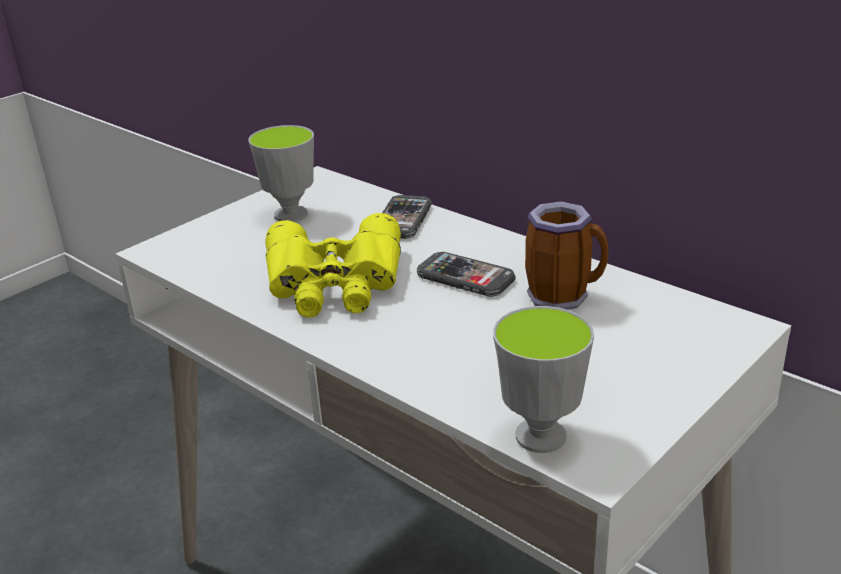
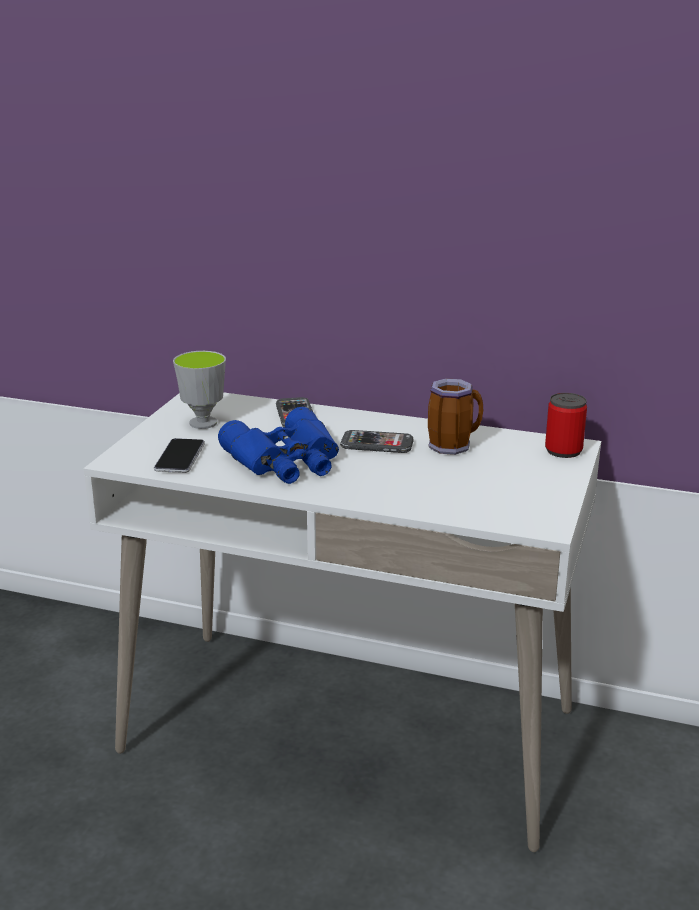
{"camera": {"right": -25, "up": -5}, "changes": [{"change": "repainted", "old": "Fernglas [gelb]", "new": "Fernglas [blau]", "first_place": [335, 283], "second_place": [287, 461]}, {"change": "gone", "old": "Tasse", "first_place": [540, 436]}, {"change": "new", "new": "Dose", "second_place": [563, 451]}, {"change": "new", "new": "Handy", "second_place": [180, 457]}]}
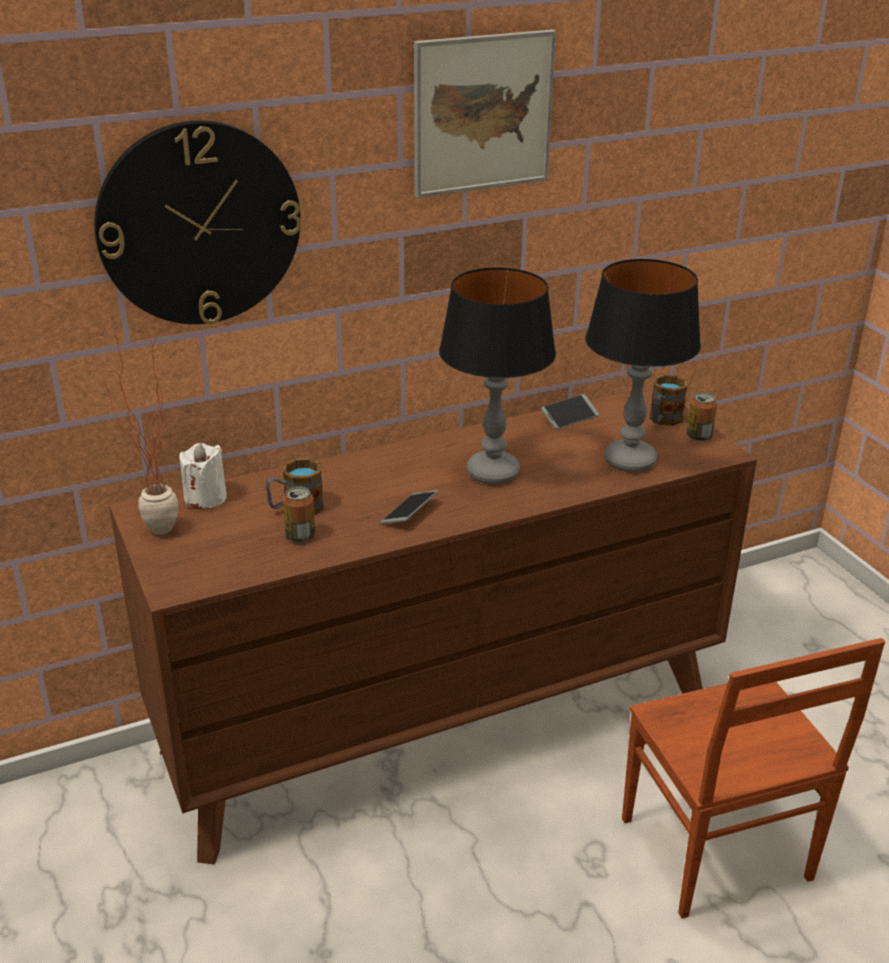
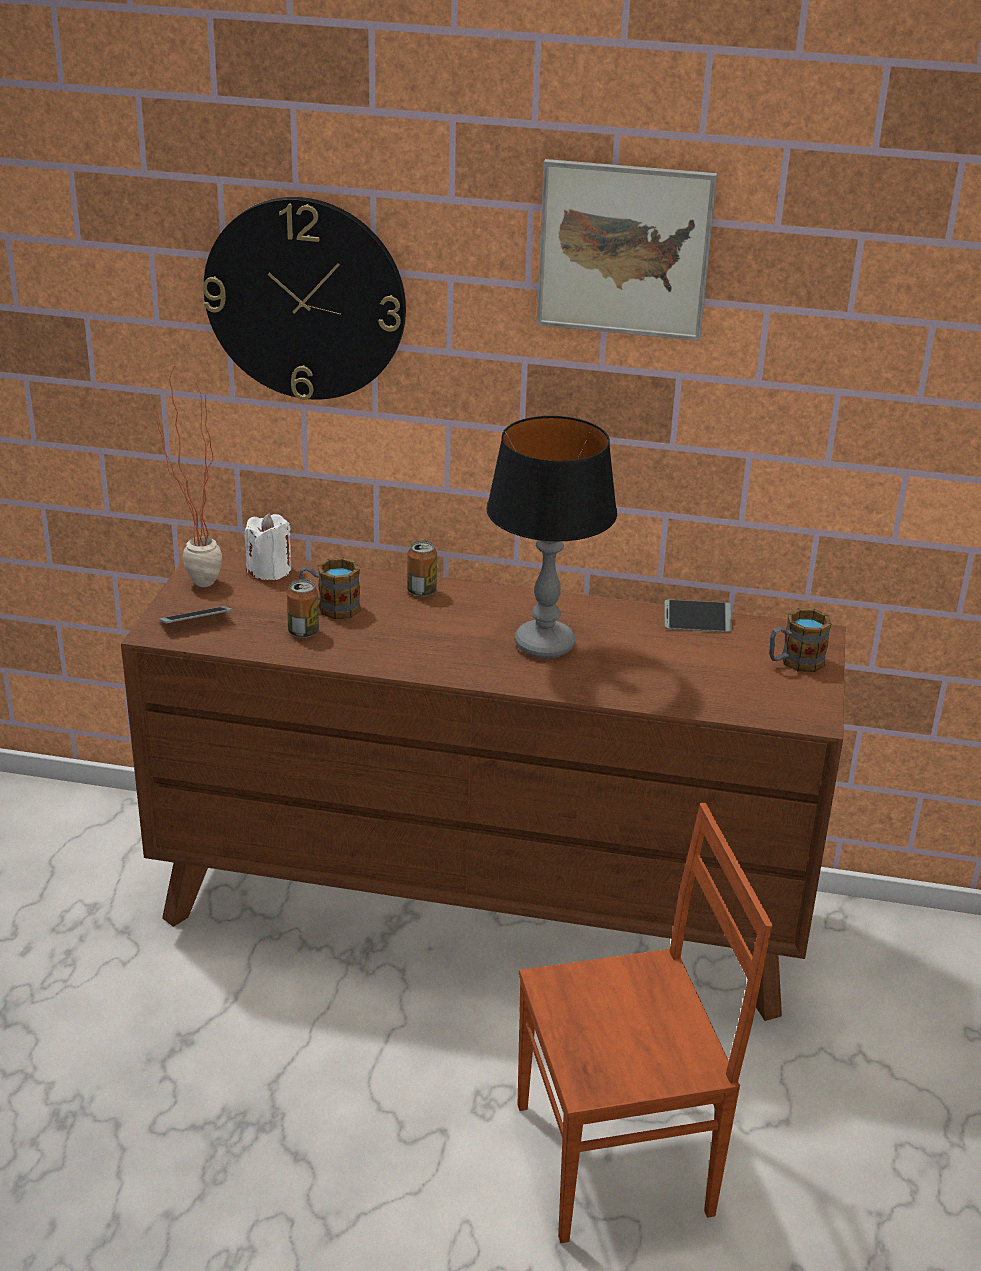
{"camera": {"right": 35, "up": 0}, "changes": [{"change": "gone", "old": "Tischlampe", "first_place": [629, 461]}, {"change": "shifted", "old": "Dose", "first_place": [698, 436], "second_place": [421, 591]}, {"change": "shifted", "old": "Handy", "first_place": [409, 513], "second_place": [196, 621]}, {"change": "rotated", "old": "Stuhl [braun]", "first_place": [714, 852], "second_place": [618, 1160], "degrees": -120}]}
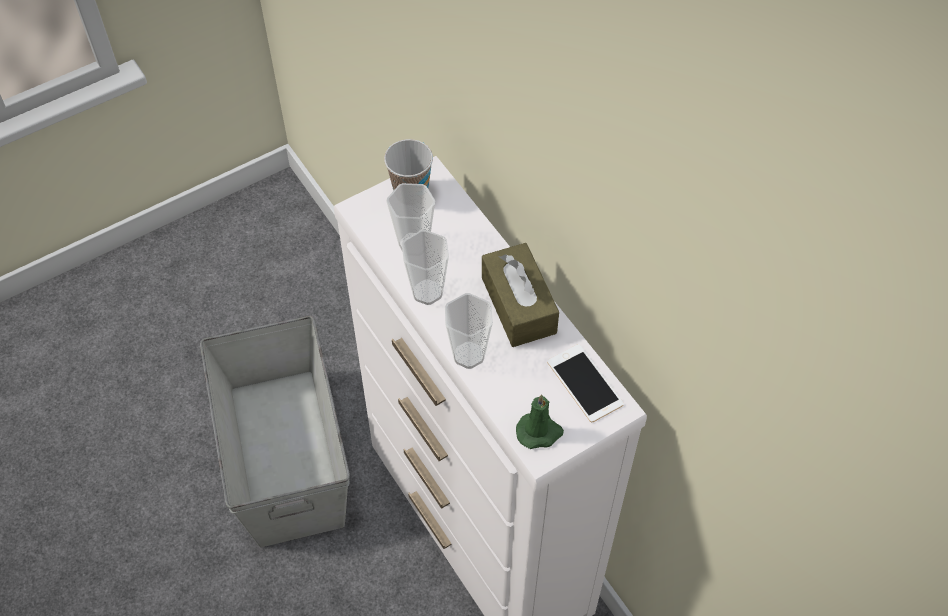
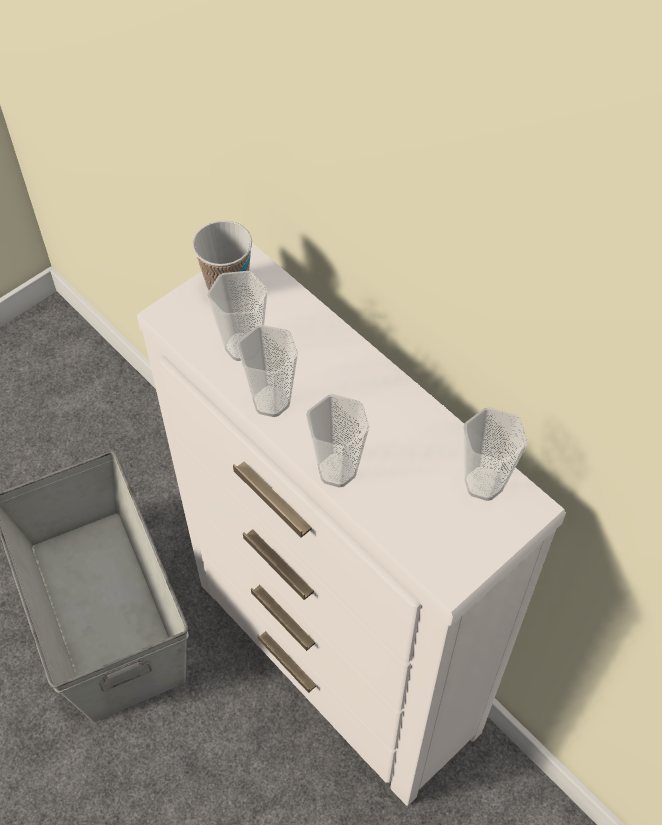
{"camera": {"right": -10, "up": 0}, "changes": [{"change": "gone", "old": "Taschentuchbox [braun]", "first_place": [518, 305]}, {"change": "swapped", "old": "Handy", "new": "Tasse", "first_place": [584, 383], "second_place": [483, 483]}, {"change": "gone", "old": "Kerze [grün]", "first_place": [539, 432]}]}
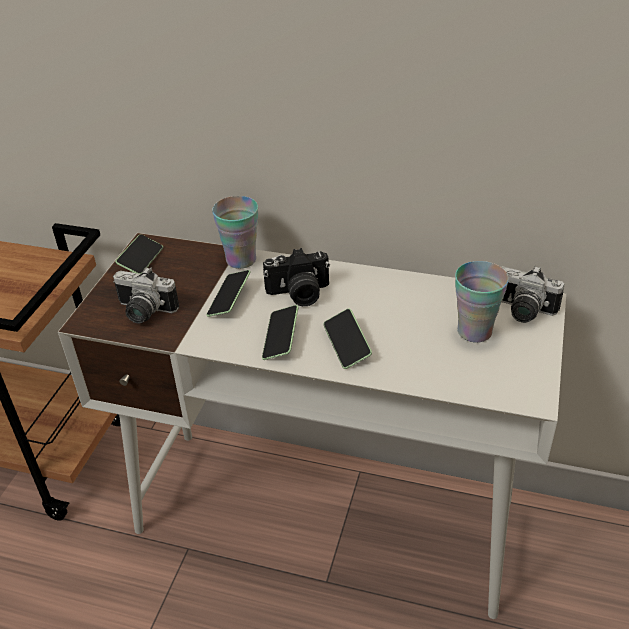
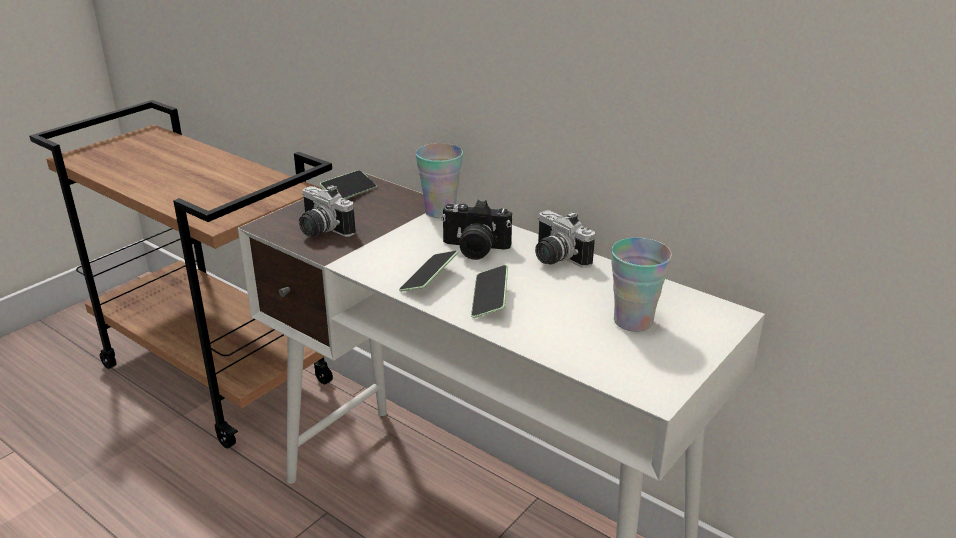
{"camera": {"right": 20, "up": -10}, "changes": [{"change": "shifted", "old": "Kamera", "first_place": [521, 311], "second_place": [555, 258]}, {"change": "gone", "old": "Handy", "first_place": [229, 300]}]}
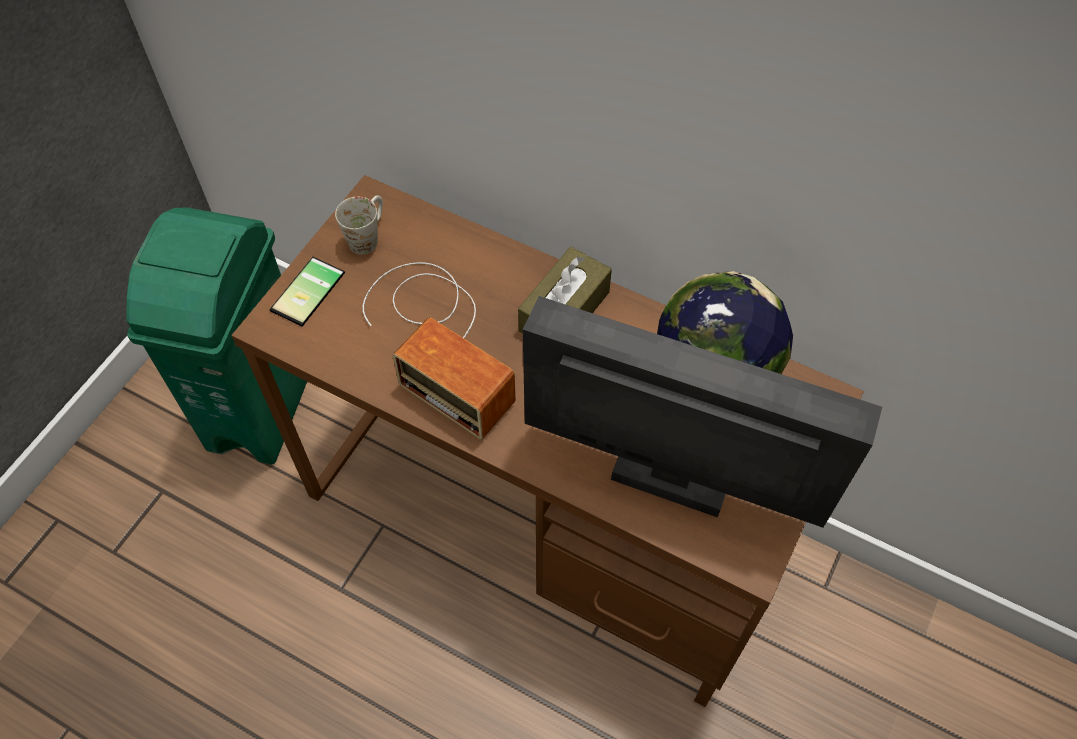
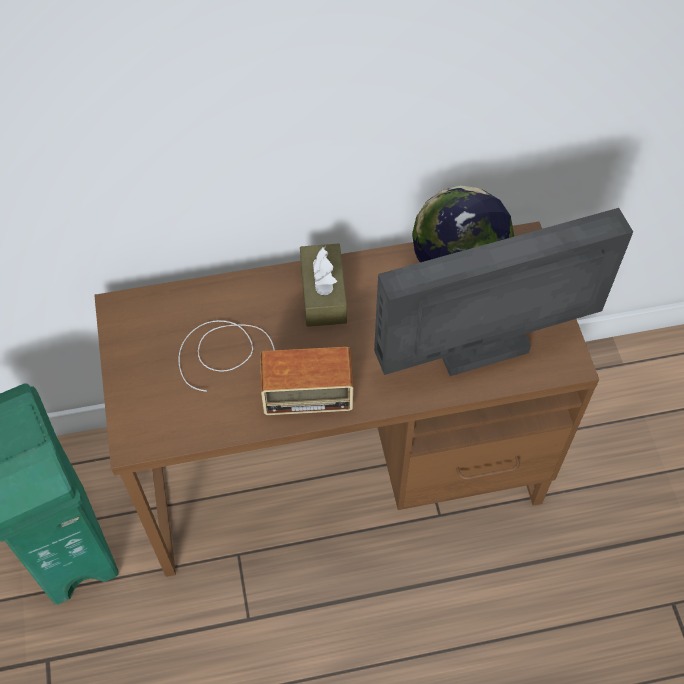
{"camera": {"right": -40, "up": 0}, "changes": [{"change": "gone", "old": "Henkelbecher [weiß]", "first_place": [368, 236]}, {"change": "gone", "old": "Handy", "first_place": [311, 293]}]}
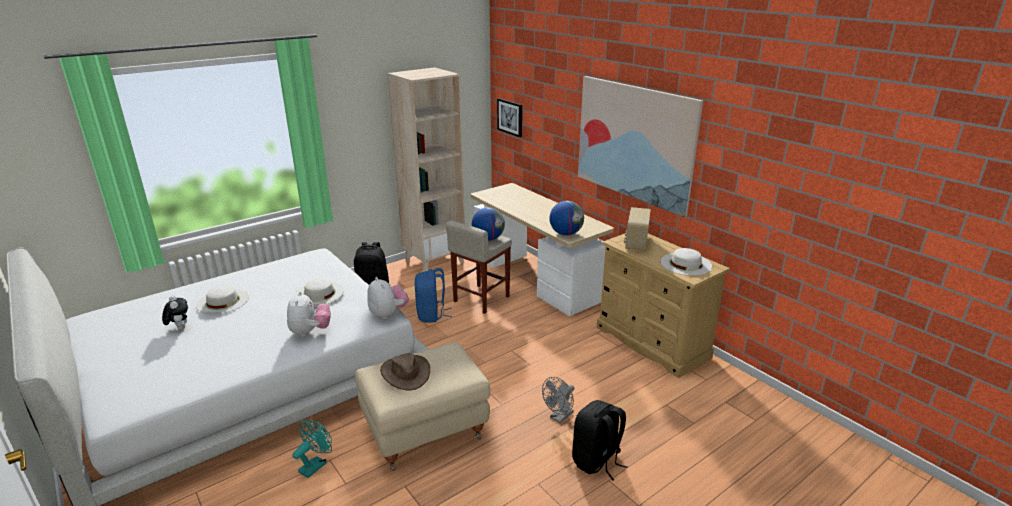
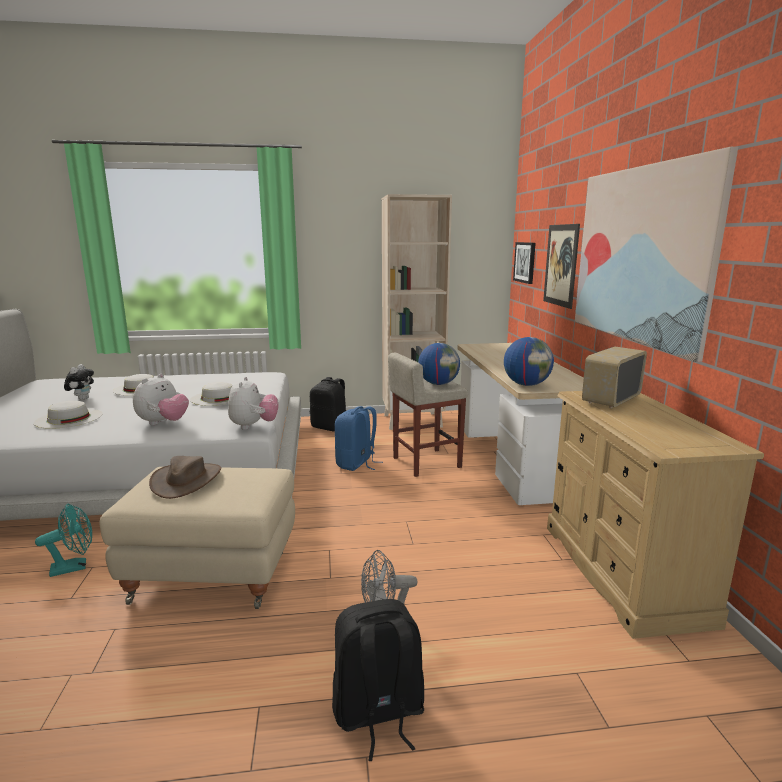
{"camera": {"right": 30, "up": -10}, "changes": [{"change": "shifted", "old": "Hut [weiß]", "first_place": [686, 264], "second_place": [69, 418]}, {"change": "new", "new": "Bild", "second_place": [561, 265]}]}
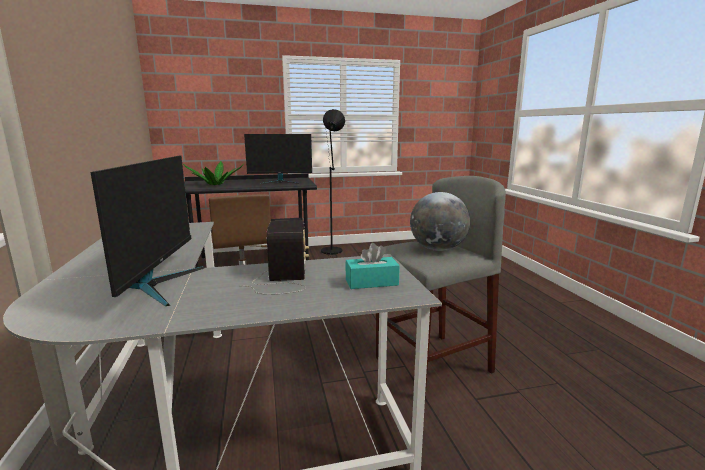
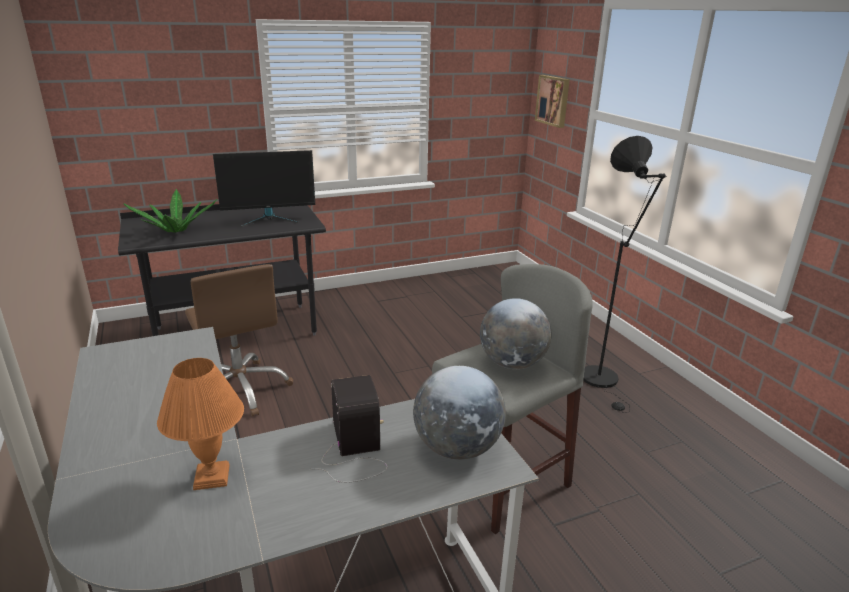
{"camera": {"right": -10, "up": 10}, "changes": [{"change": "shifted", "old": "Stehlampe [schwarz]", "first_place": [332, 252], "second_place": [603, 381]}, {"change": "swapped", "old": "Monitor", "new": "Tischlampe [orange]", "first_place": [158, 284], "second_place": [211, 476]}, {"change": "swapped", "old": "Taschentuchbox [türkis]", "new": "Globus", "first_place": [371, 282], "second_place": [457, 448]}, {"change": "new", "new": "Bild", "second_place": [553, 100]}]}
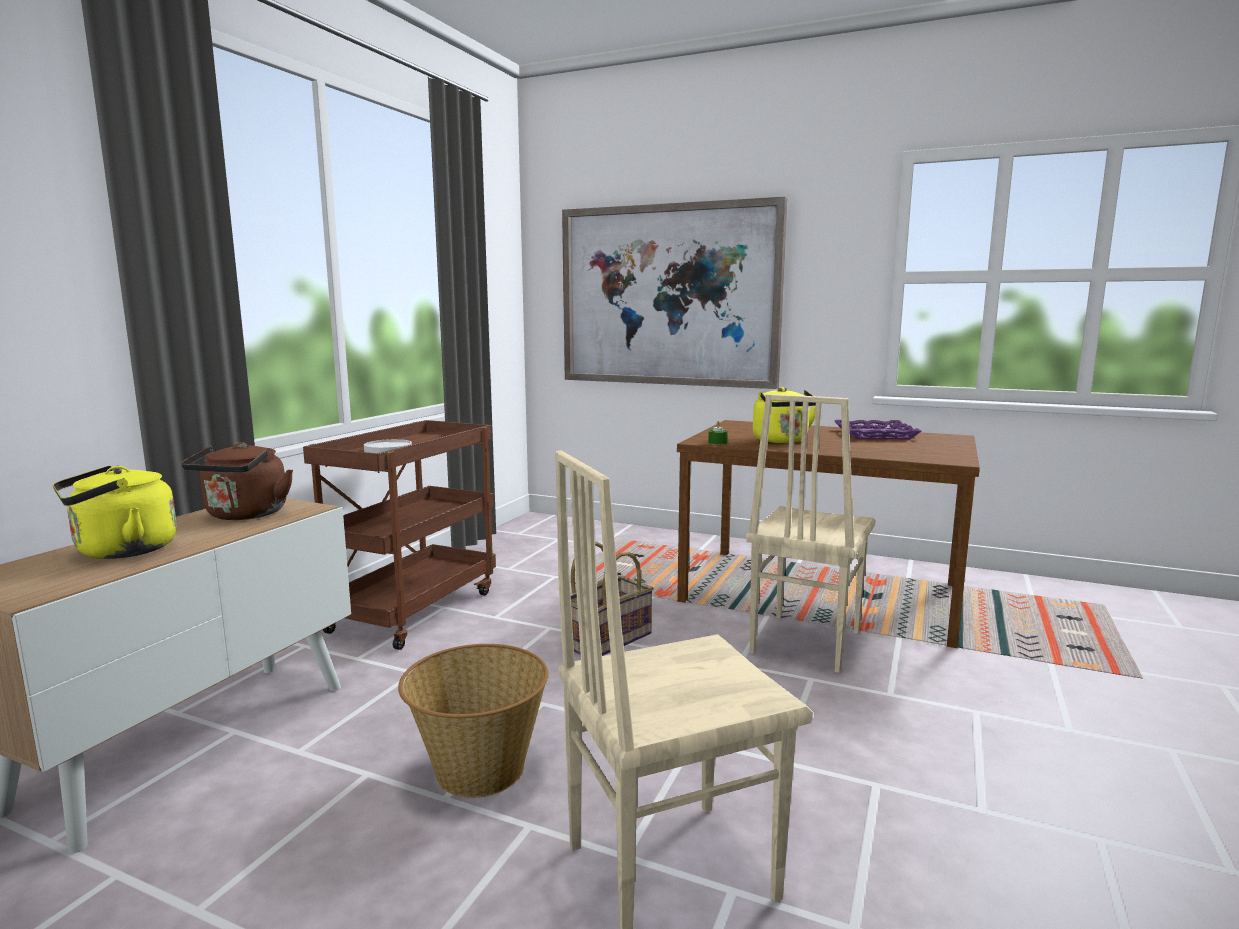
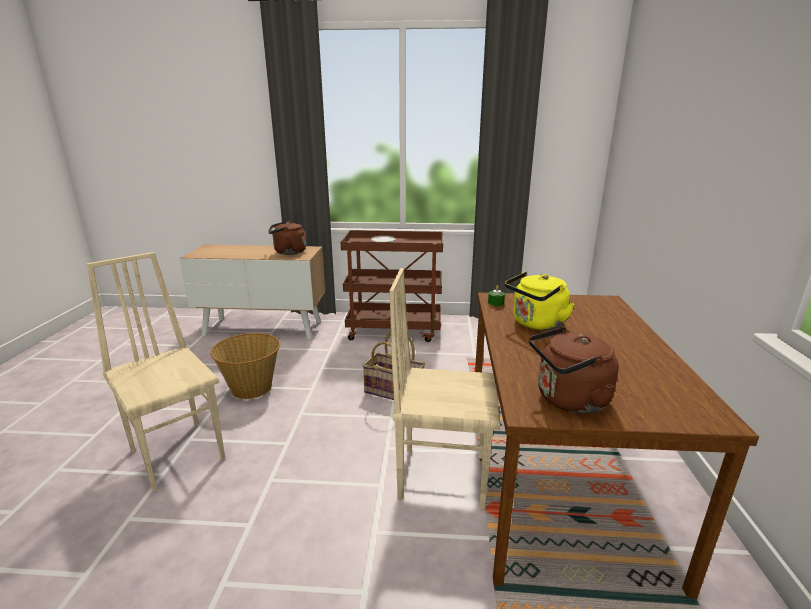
{"camera": {"right": 70, "up": 10}, "changes": [{"change": "gone", "old": "Bild", "first_place": [669, 296]}, {"change": "gone", "old": "Tablett [lila]", "first_place": [875, 434]}, {"change": "gone", "old": "Wasserkessel [gelb]", "first_place": [120, 551]}, {"change": "new", "new": "Wasserkessel [braun]", "second_place": [568, 400]}]}
